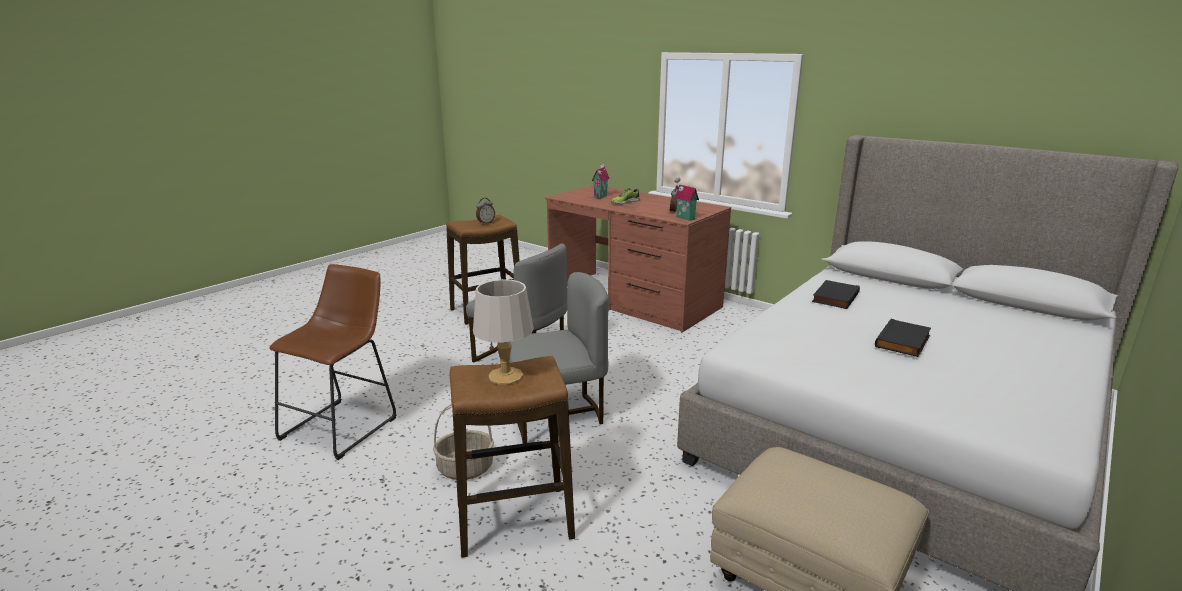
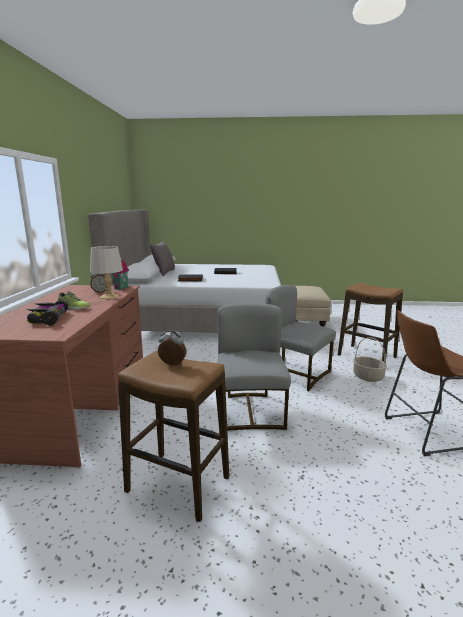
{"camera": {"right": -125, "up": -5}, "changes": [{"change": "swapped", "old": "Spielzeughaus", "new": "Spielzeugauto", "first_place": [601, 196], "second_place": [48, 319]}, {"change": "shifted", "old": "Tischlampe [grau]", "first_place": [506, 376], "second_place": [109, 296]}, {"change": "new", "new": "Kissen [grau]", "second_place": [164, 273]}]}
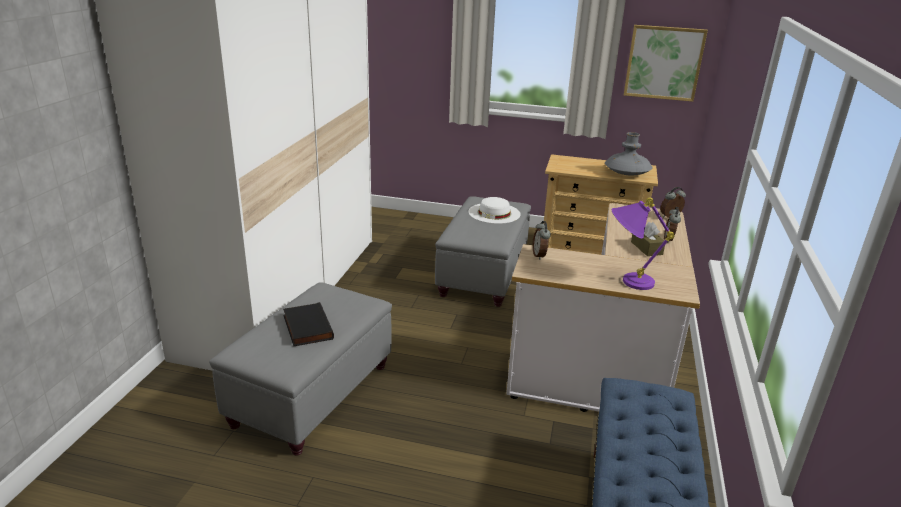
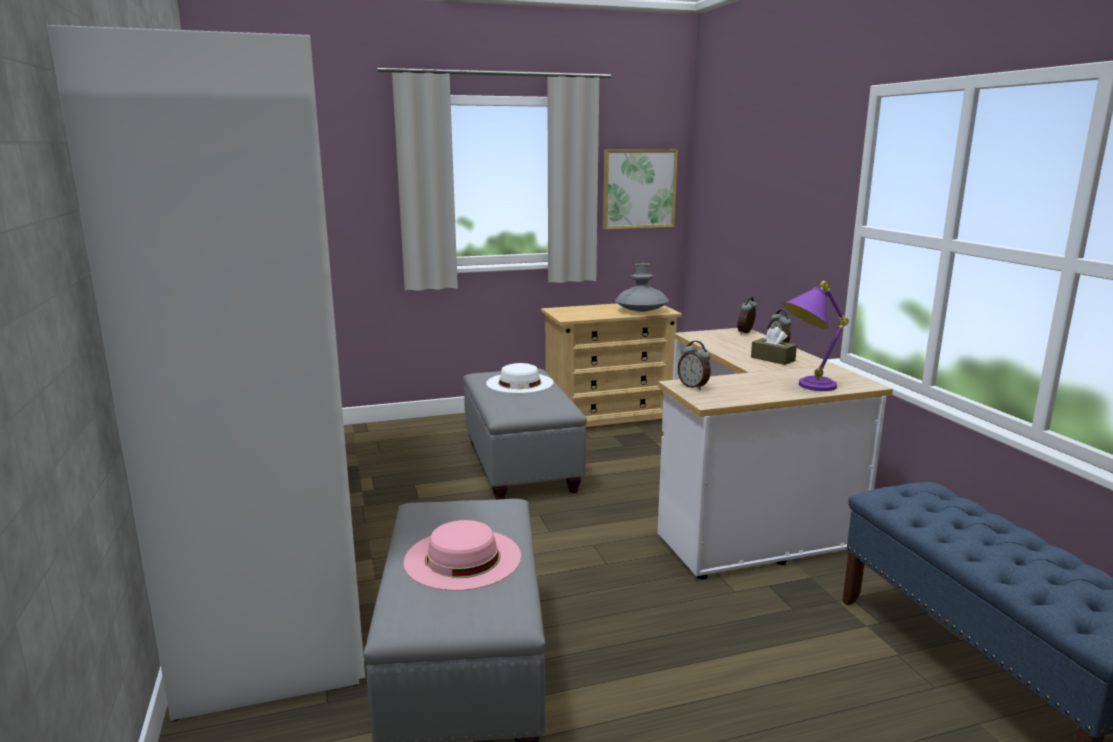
{"camera": {"right": -30, "up": -10}, "changes": [{"change": "swapped", "old": "Buch [schwarz]", "new": "Hut [rosa]", "first_place": [306, 327], "second_place": [462, 558]}]}
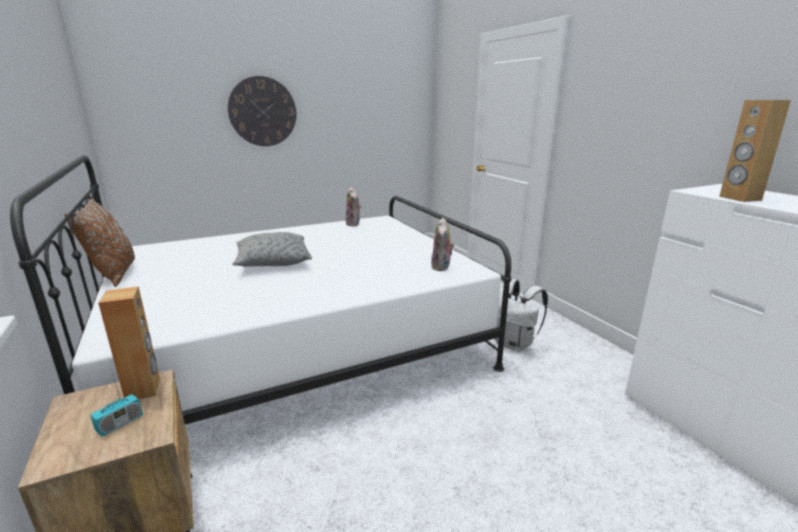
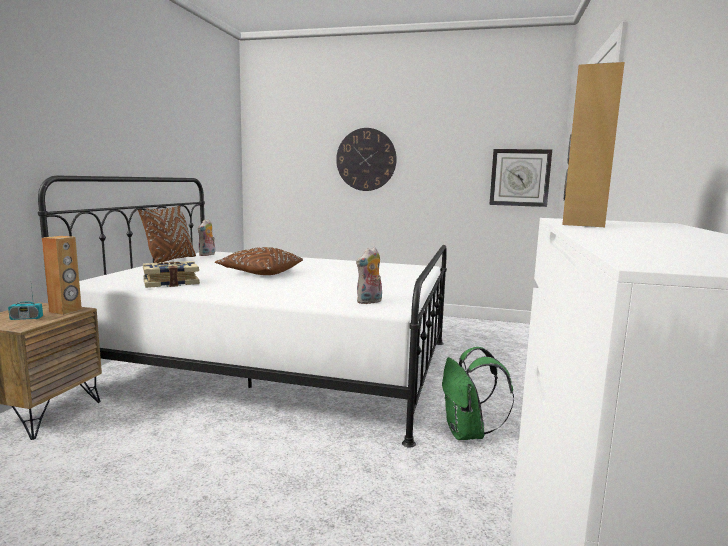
{"camera": {"right": 40, "up": -10}, "changes": [{"change": "shifted", "old": "Plüschtier", "first_place": [354, 224], "second_place": [207, 255]}, {"change": "repainted", "old": "Kissen [grau]", "new": "Kissen [braun]", "first_place": [273, 263], "second_place": [260, 273]}, {"change": "repainted", "old": "Rucksack [weiß]", "new": "Rucksack [grün]", "first_place": [514, 344], "second_place": [467, 433]}, {"change": "new", "new": "Wanduhr", "second_place": [519, 177]}, {"change": "new", "new": "Buch", "second_place": [171, 283]}]}
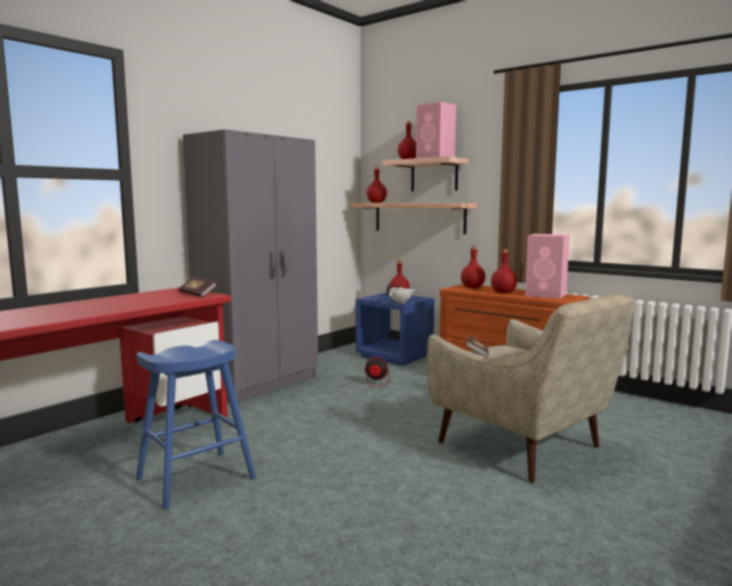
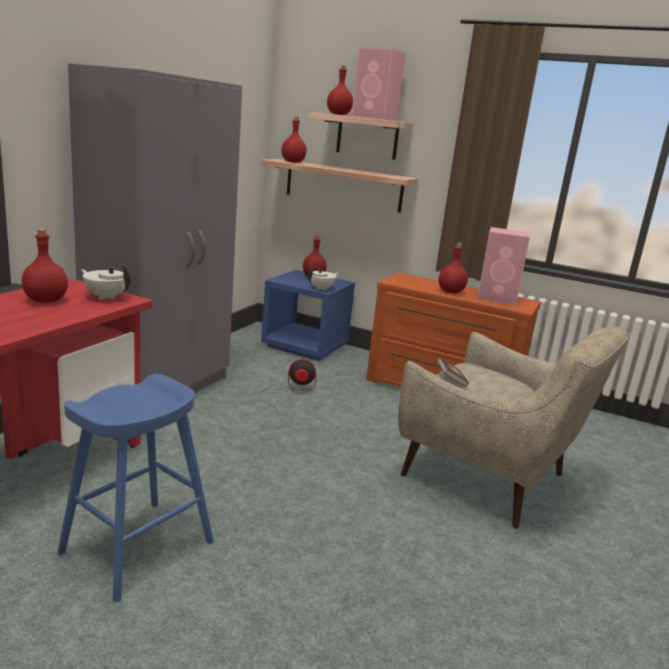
{"camera": {"right": -15, "up": 10}, "changes": [{"change": "shifted", "old": "Flasche [rot]", "first_place": [472, 287], "second_place": [45, 301]}, {"change": "swapped", "old": "Buch", "new": "Teekanne [weiß]", "first_place": [197, 294], "second_place": [106, 297]}]}
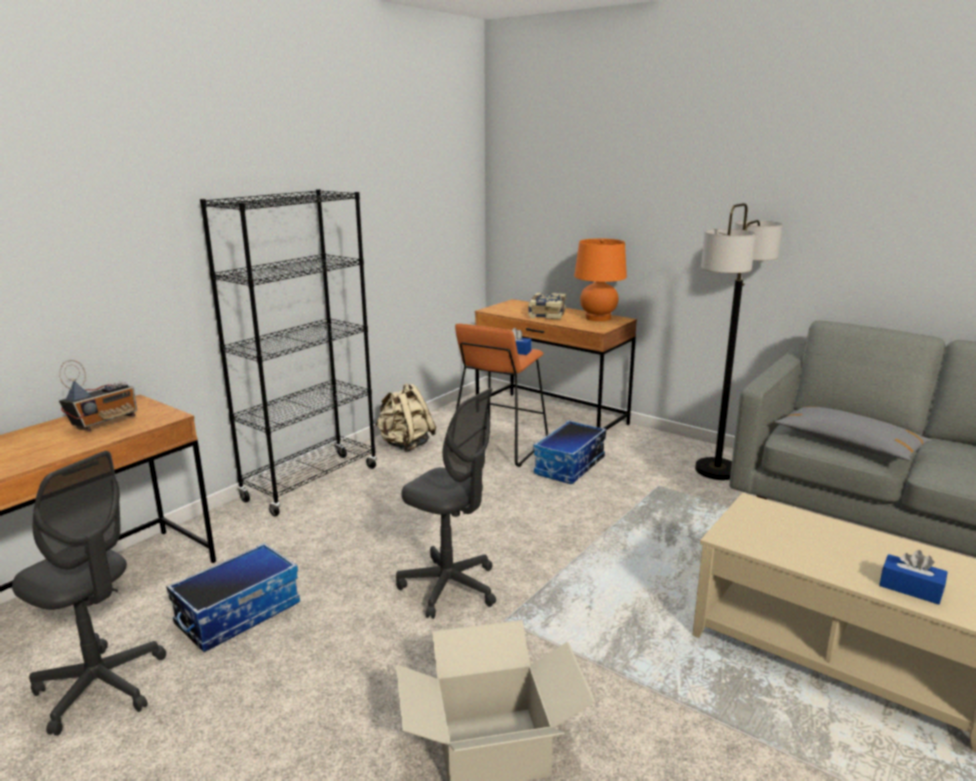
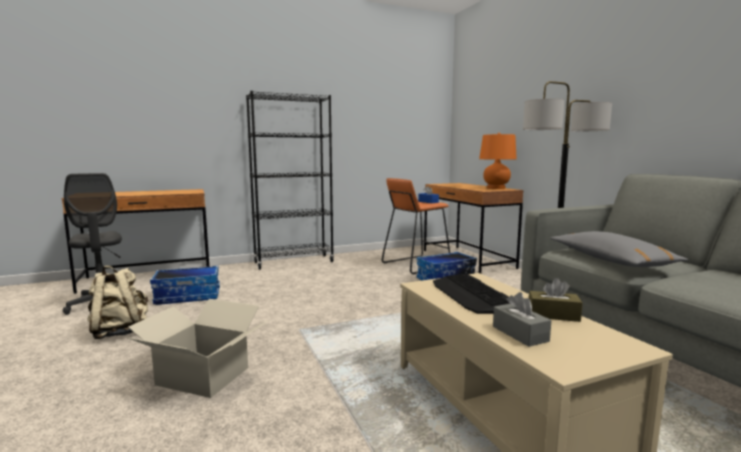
{"camera": {"right": 30, "up": -10}, "changes": [{"change": "gone", "old": "Buch", "first_place": [546, 314]}, {"change": "gone", "old": "Radio", "first_place": [105, 423]}, {"change": "shifted", "old": "Rucksack [beige]", "first_place": [405, 445], "second_place": [120, 332]}, {"change": "gone", "old": "Bürostuhl [grau]", "first_place": [449, 587]}, {"change": "repainted", "old": "Taschentuchbox [blau]", "new": "Taschentuchbox [grau]", "first_place": [910, 588], "second_place": [520, 334]}, {"change": "new", "new": "Tastatur", "second_place": [471, 295]}, {"change": "new", "new": "Taschentuchbox [braun]", "second_place": [553, 315]}]}
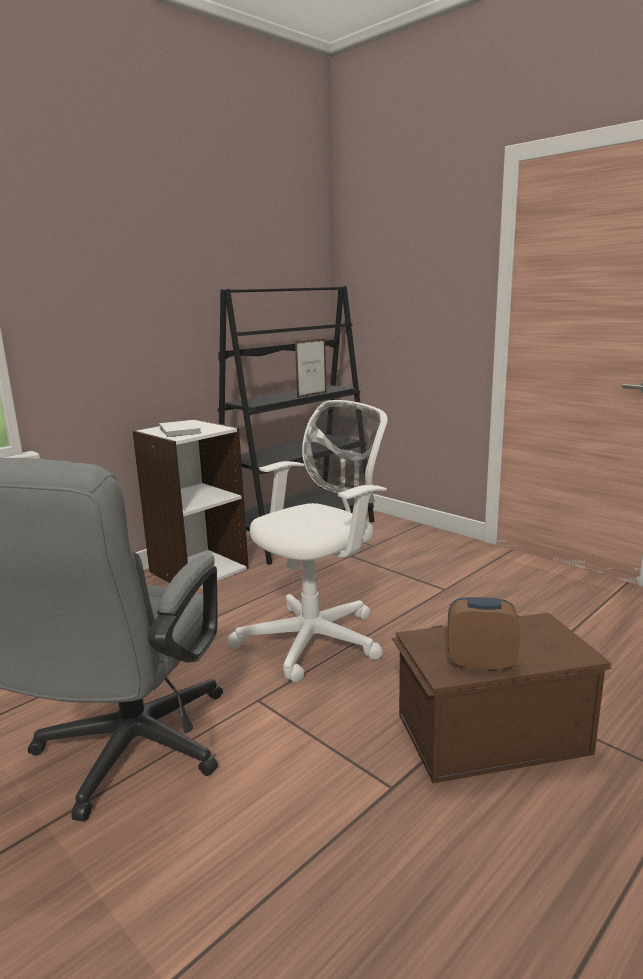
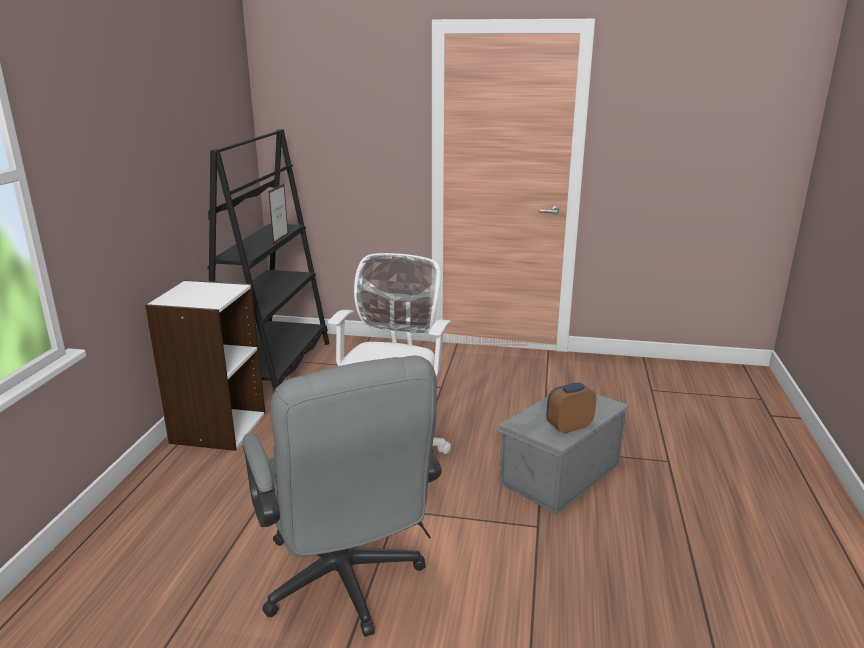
{"camera": {"right": -35, "up": 5}, "changes": [{"change": "gone", "old": "Buch [weiß]", "first_place": [179, 431]}, {"change": "repainted", "old": "Aufbewahrungsbox [braun]", "new": "Aufbewahrungsbox [grau]", "first_place": [489, 732], "second_place": [558, 473]}]}
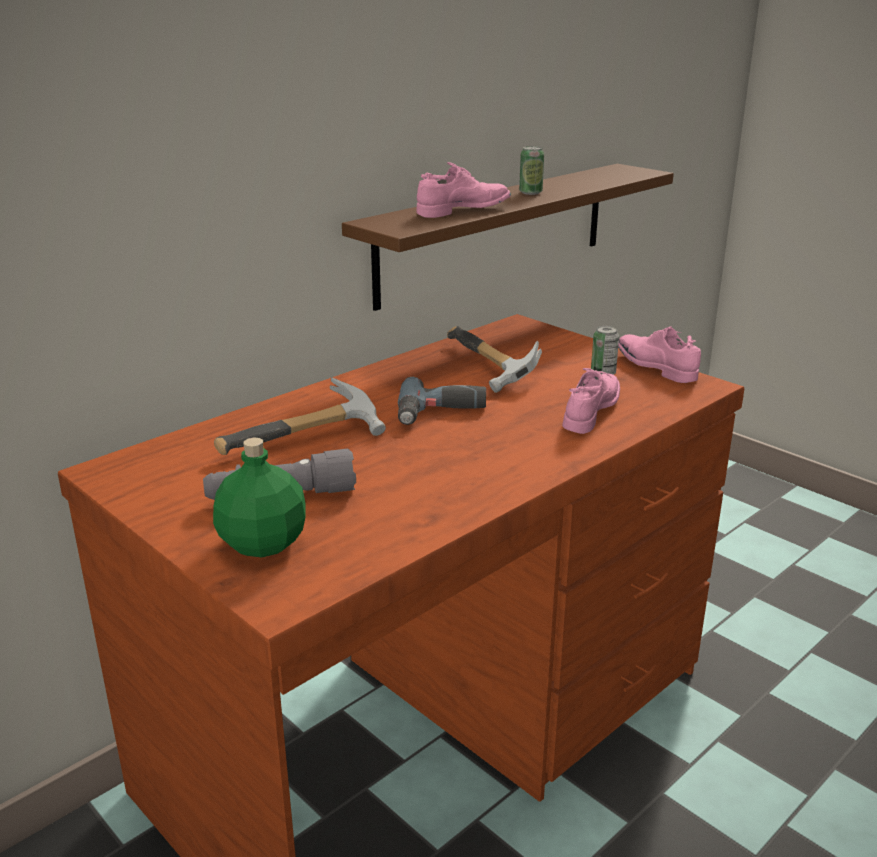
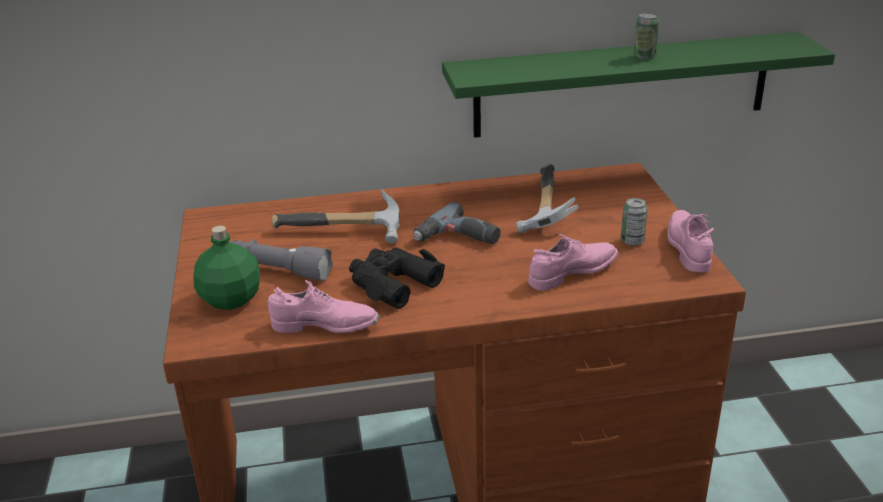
{"camera": {"right": 35, "up": 5}, "changes": [{"change": "shifted", "old": "Schuh [rosa]", "first_place": [463, 210], "second_place": [325, 326]}, {"change": "repainted", "old": "Wandregal [braun]", "new": "Wandregal [grün]", "first_place": [496, 232], "second_place": [622, 85]}, {"change": "new", "new": "Fernglas [schwarz]", "second_place": [392, 283]}]}
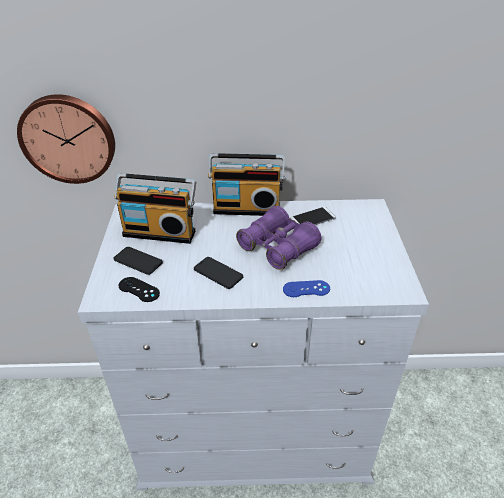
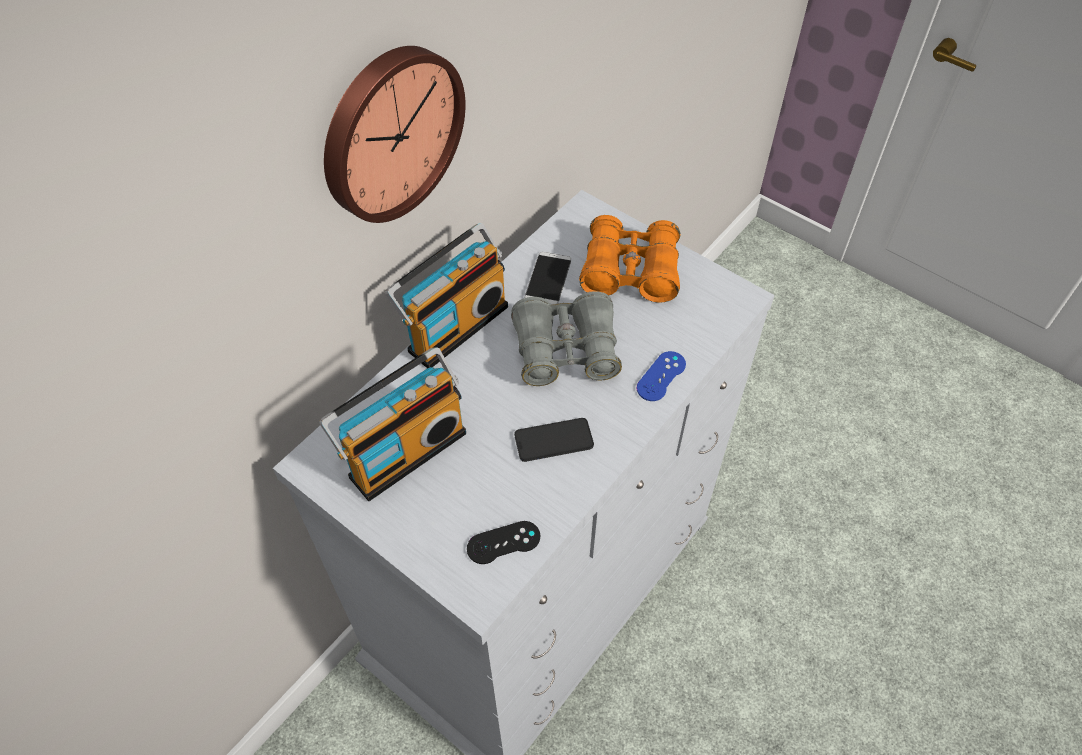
{"camera": {"right": -50, "up": 15}, "changes": [{"change": "shifted", "old": "Wanduhr", "first_place": [68, 138], "second_place": [390, 132]}, {"change": "repainted", "old": "Fernglas [lila]", "new": "Fernglas [grau]", "first_place": [278, 247], "second_place": [566, 351]}, {"change": "gone", "old": "Handy", "first_place": [138, 261]}, {"change": "new", "new": "Fernglas [orange]", "second_place": [630, 271]}]}
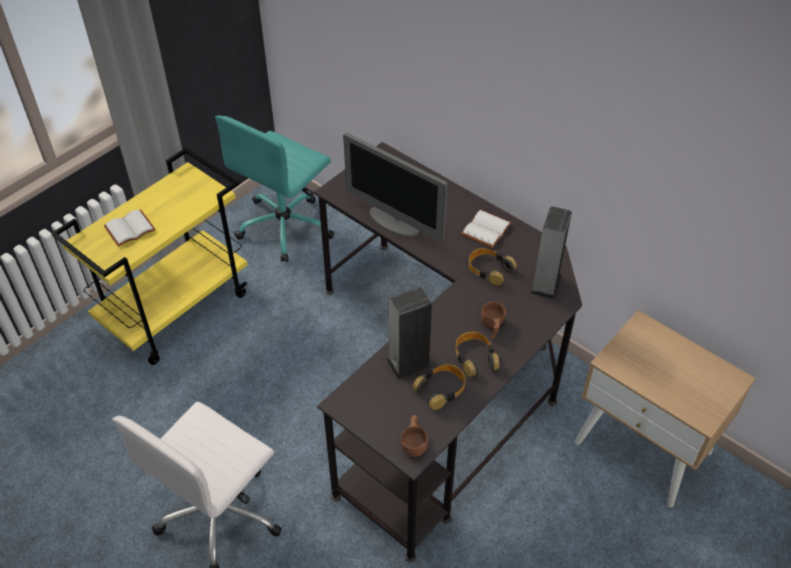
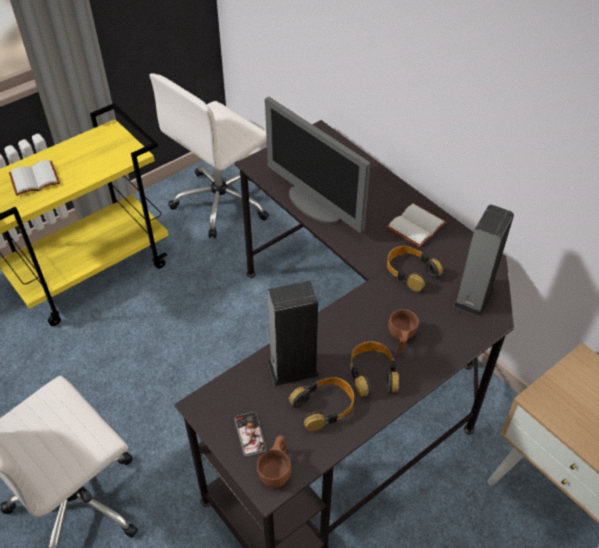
{"camera": {"right": 10, "up": 0}, "changes": [{"change": "repainted", "old": "Bürostuhl [türkis]", "new": "Bürostuhl [weiß]", "first_place": [286, 226], "second_place": [222, 202]}, {"change": "new", "new": "Handy", "second_place": [250, 434]}]}
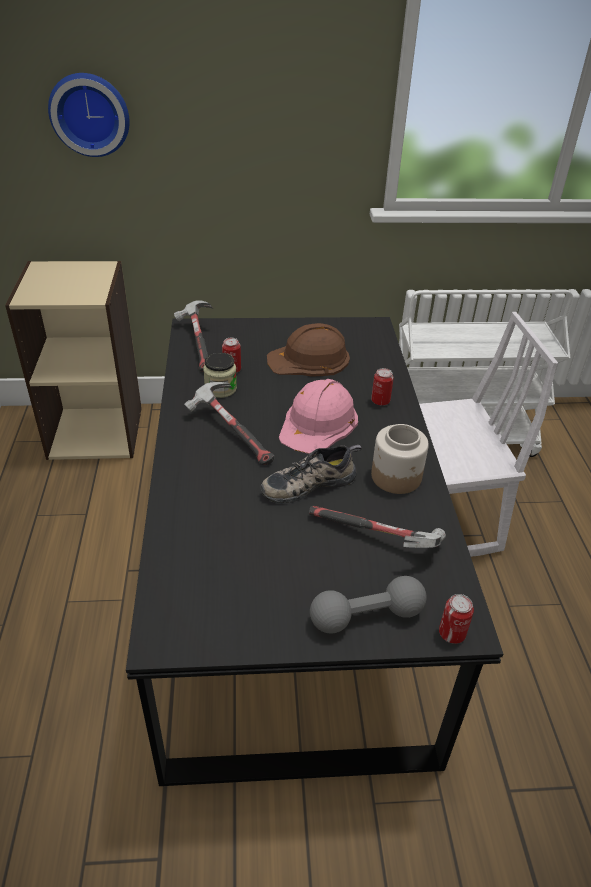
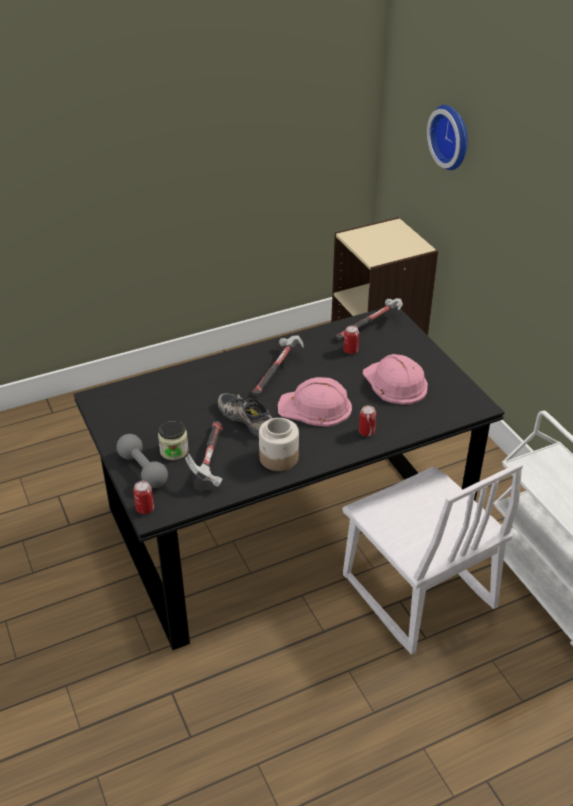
{"camera": {"right": 70, "up": 0}, "changes": [{"change": "repainted", "old": "Schutzhelm [braun]", "new": "Schutzhelm [rosa]", "first_place": [309, 359], "second_place": [395, 383]}, {"change": "shifted", "old": "Vorratsglas", "first_place": [220, 389], "second_place": [174, 451]}]}
